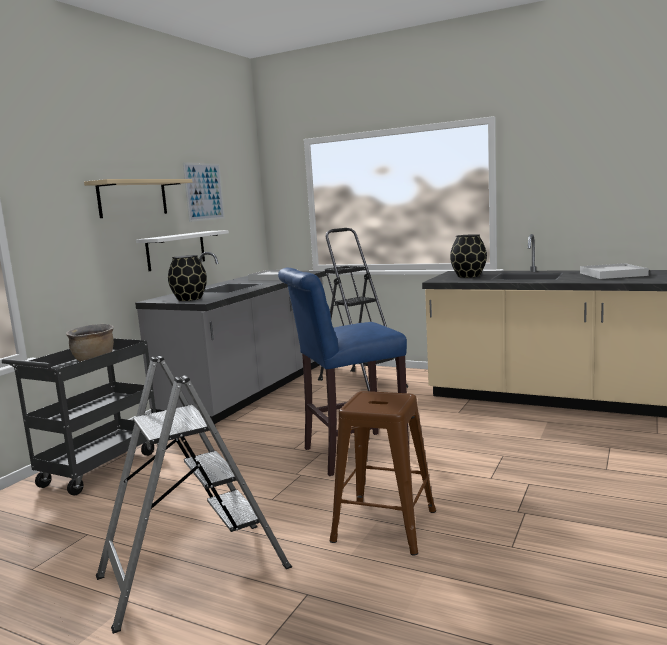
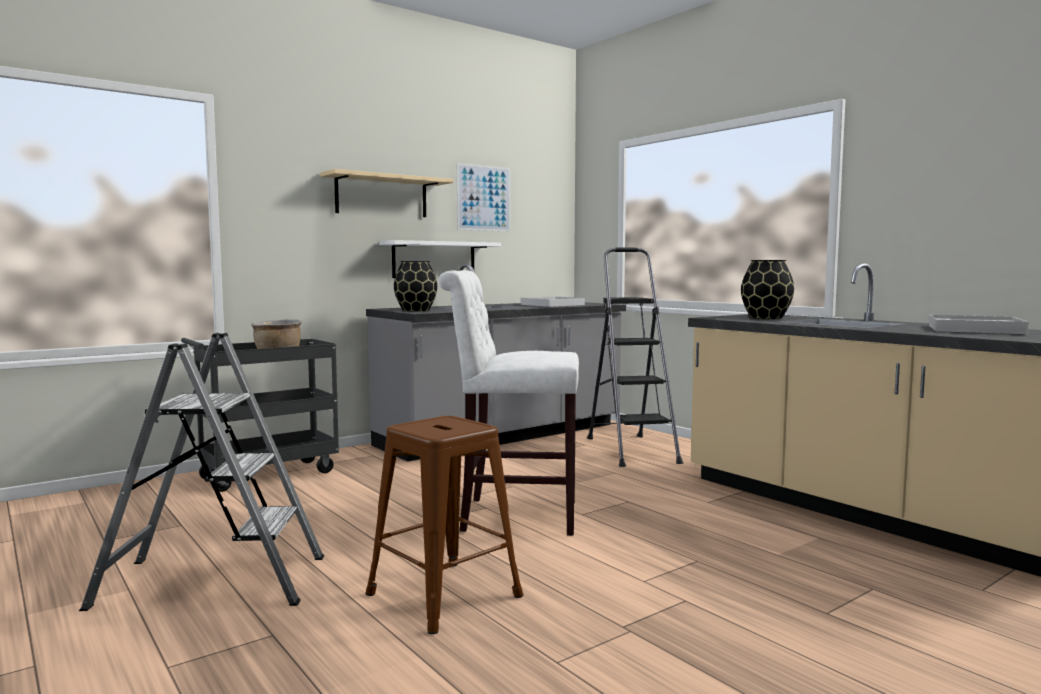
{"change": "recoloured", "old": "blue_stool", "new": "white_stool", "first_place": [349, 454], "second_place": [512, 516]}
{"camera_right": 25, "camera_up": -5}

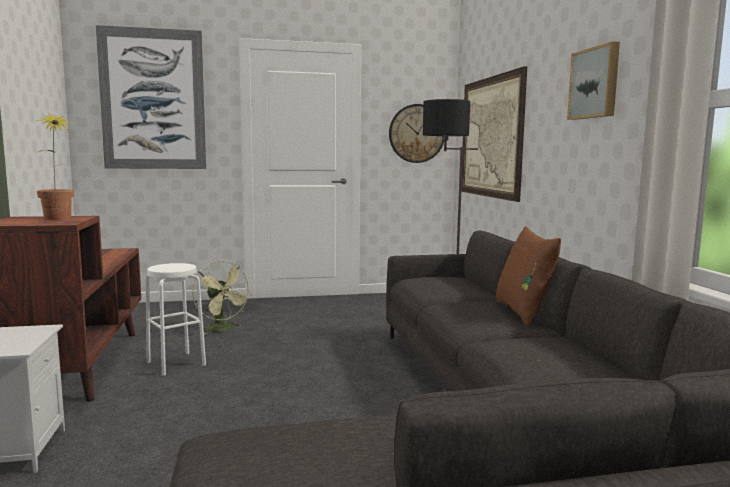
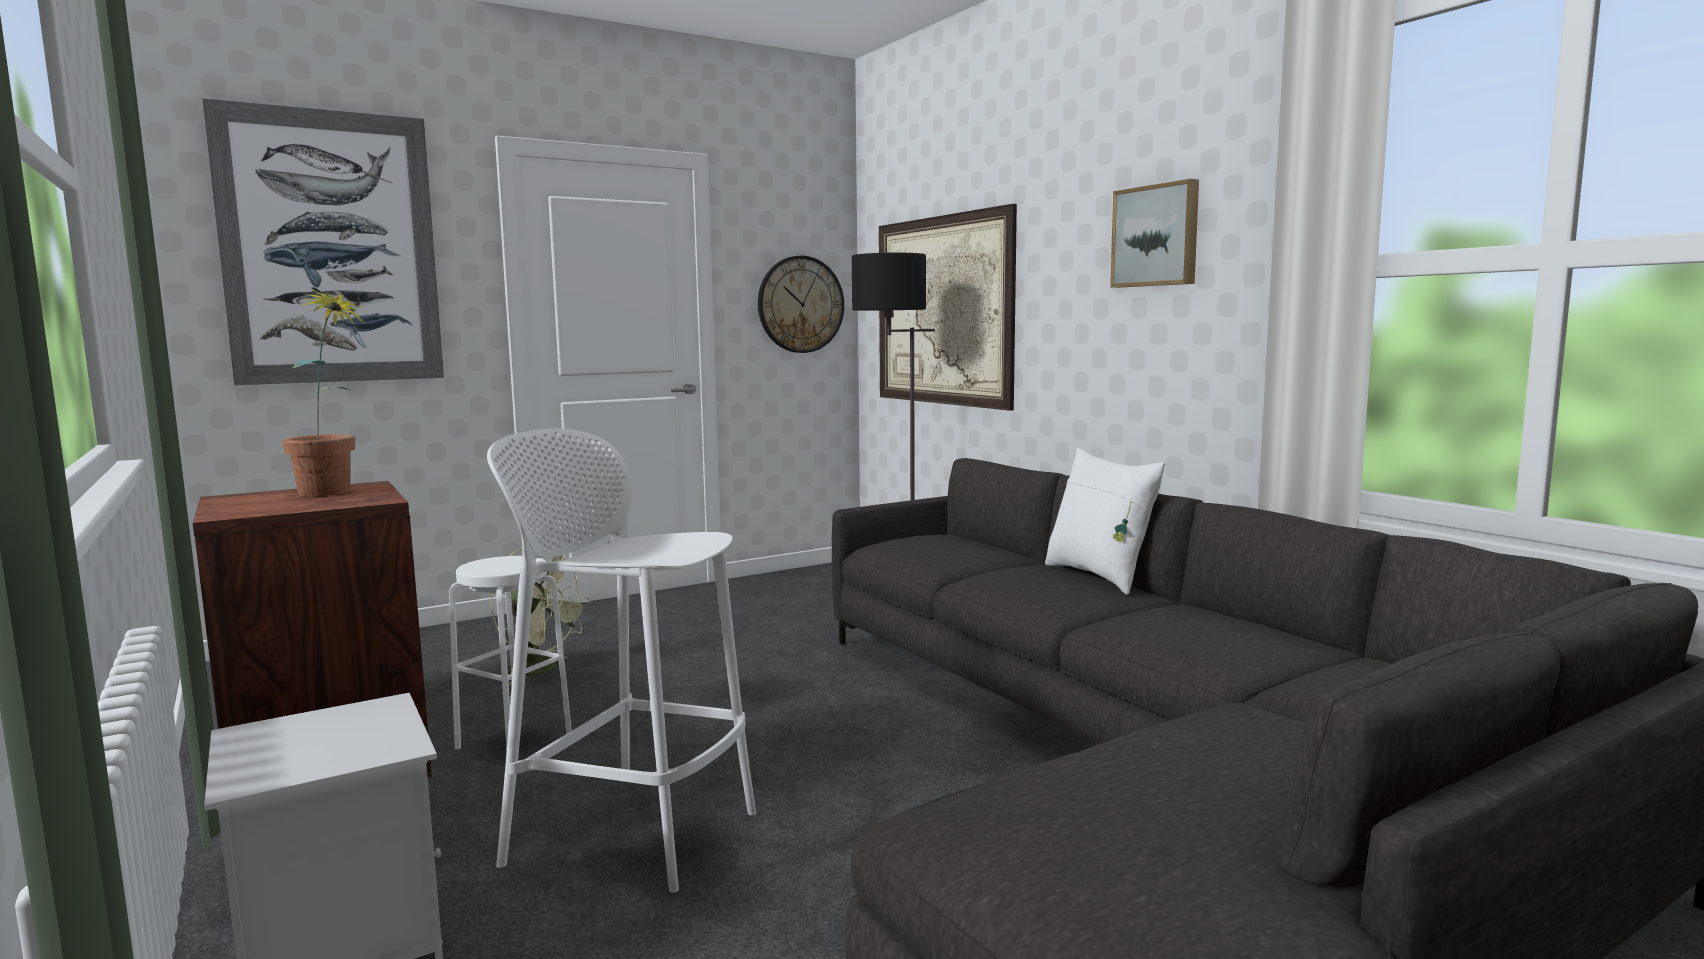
{"change": "added", "new": "white_stool", "second_place": [633, 831]}
{"change": "recoloured", "old": "brown_pillow", "new": "white_pillow", "first_place": [523, 313], "second_place": [1099, 577]}
{"camera_right": -20, "camera_up": 0}

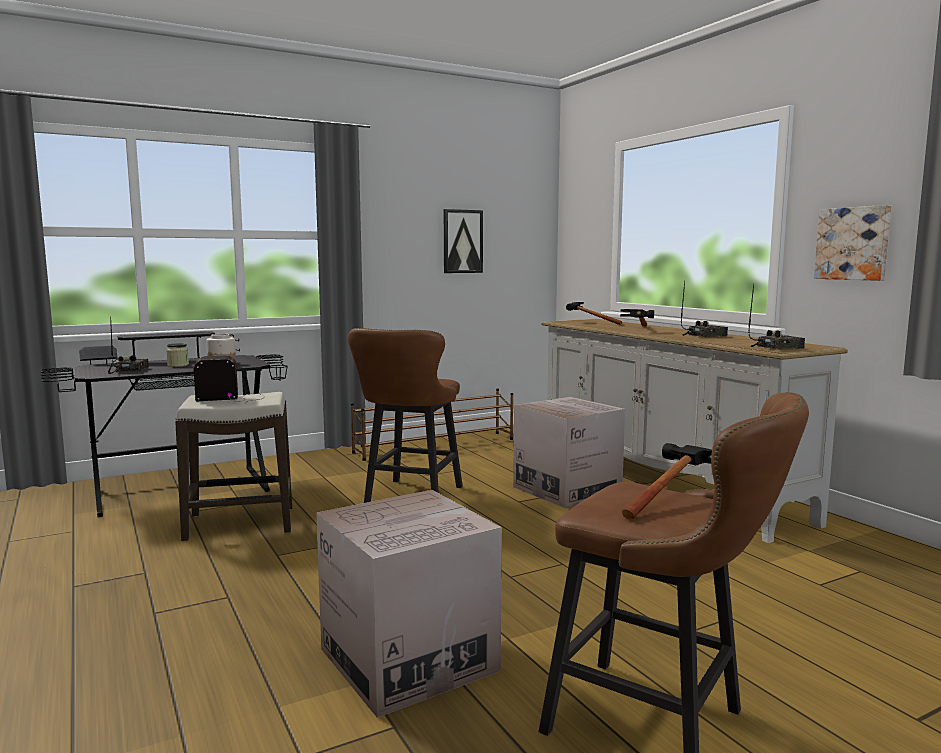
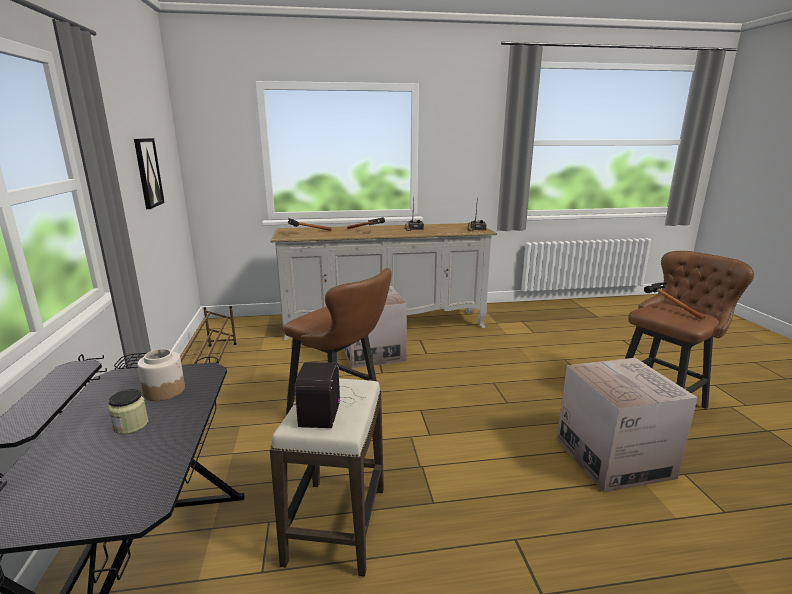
{"change": "removed", "old": "radio", "first_place": [128, 370]}
{"change": "removed", "old": "picture", "first_place": [853, 243]}
{"camera_right": -70, "camera_up": 10}

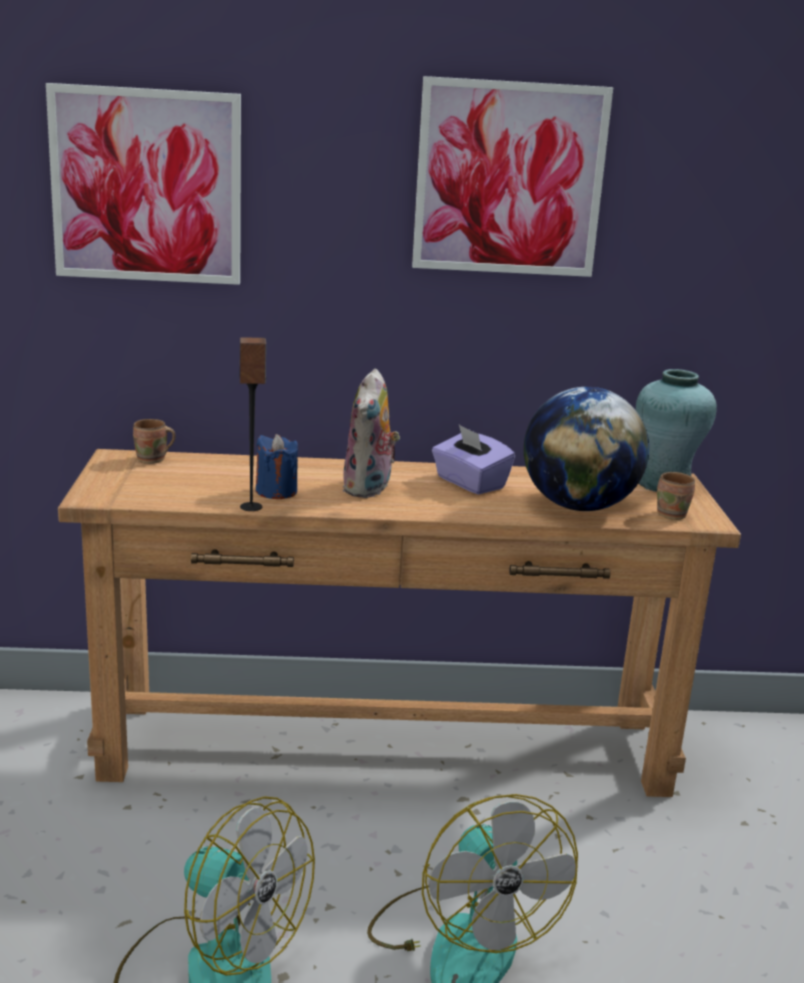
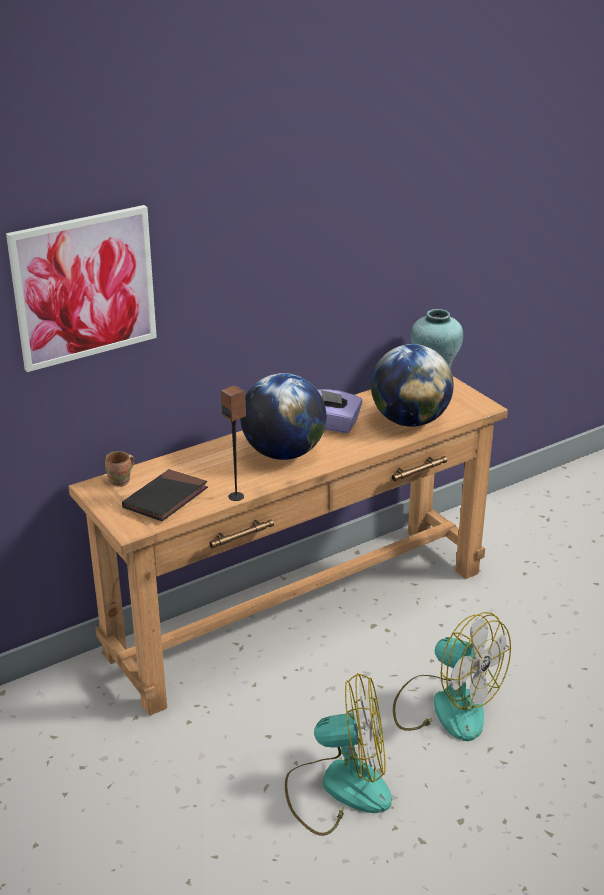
{"change": "removed", "old": "blue_candle", "first_place": [276, 491]}
{"change": "removed", "old": "picture", "first_place": [509, 178]}
{"change": "removed", "old": "brown_mug", "first_place": [673, 515]}
{"change": "added", "new": "black_book", "second_place": [165, 499]}
{"change": "replaced", "old": "plush_toy", "new": "globe", "first_place": [369, 489], "second_place": [283, 453]}
{"camera_right": -30, "camera_up": 10}

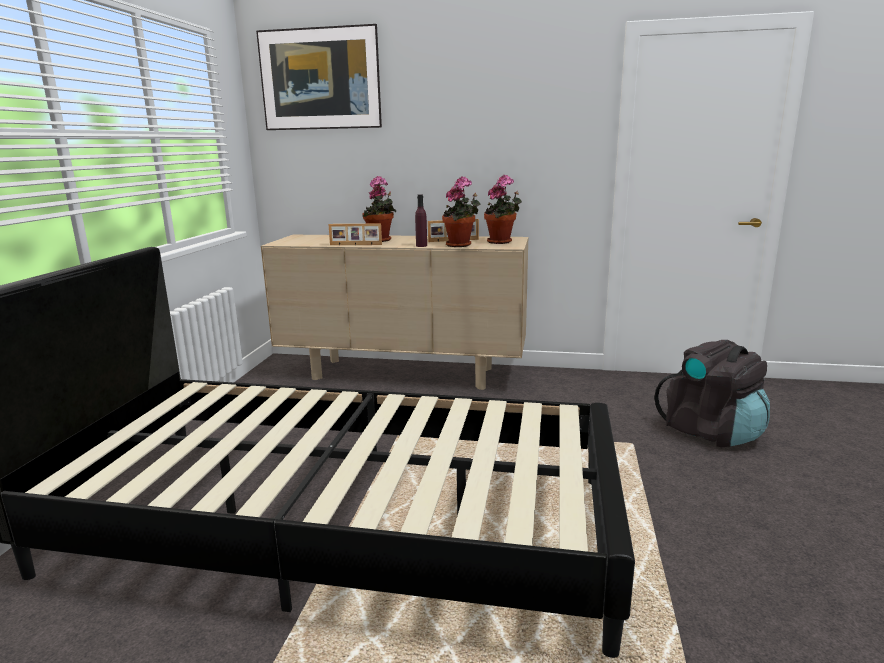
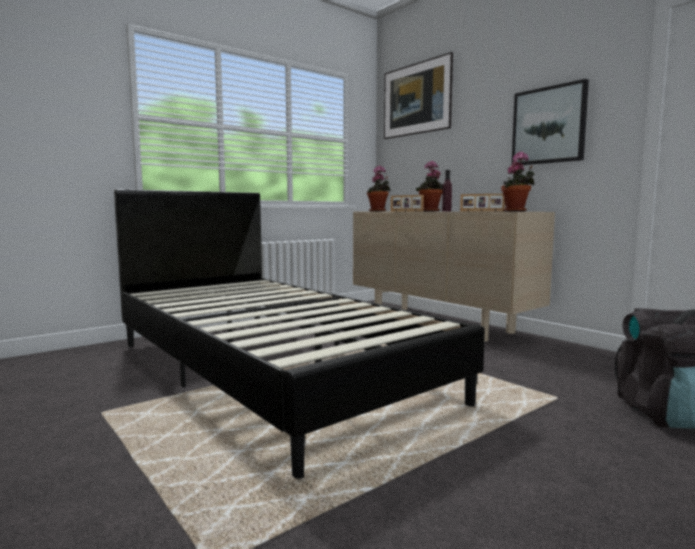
{"change": "added", "new": "picture", "second_place": [549, 125]}
{"change": "moved", "old": "potted_plant", "first_place": [461, 245], "second_place": [378, 211]}
{"camera_right": 40, "camera_up": -10}

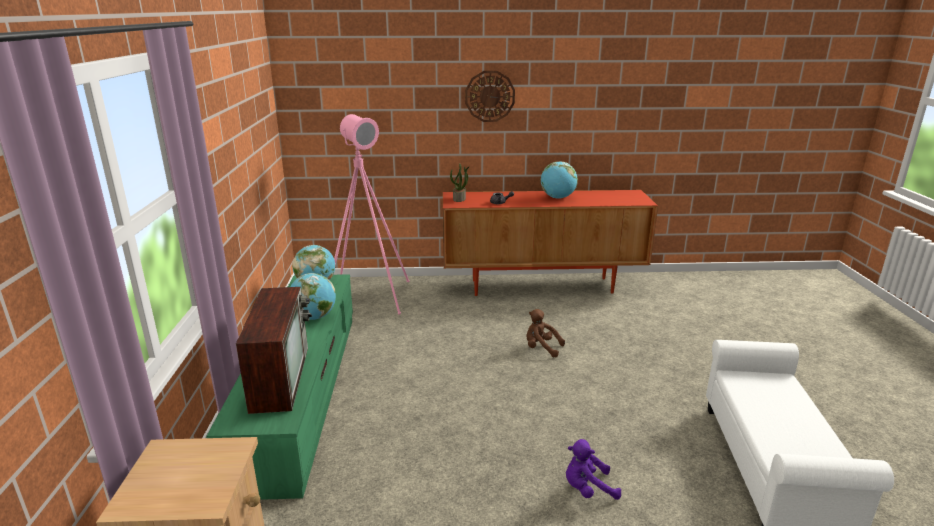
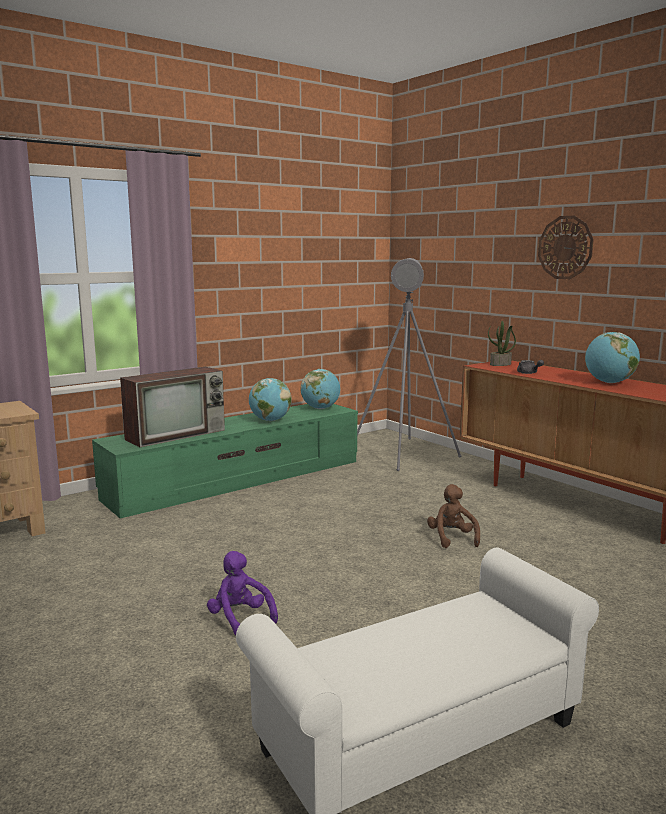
{"change": "recoloured", "old": "pink_floor_lamp", "new": "grey_floor_lamp", "first_place": [368, 297], "second_place": [404, 454]}
{"camera_right": 55, "camera_up": -10}

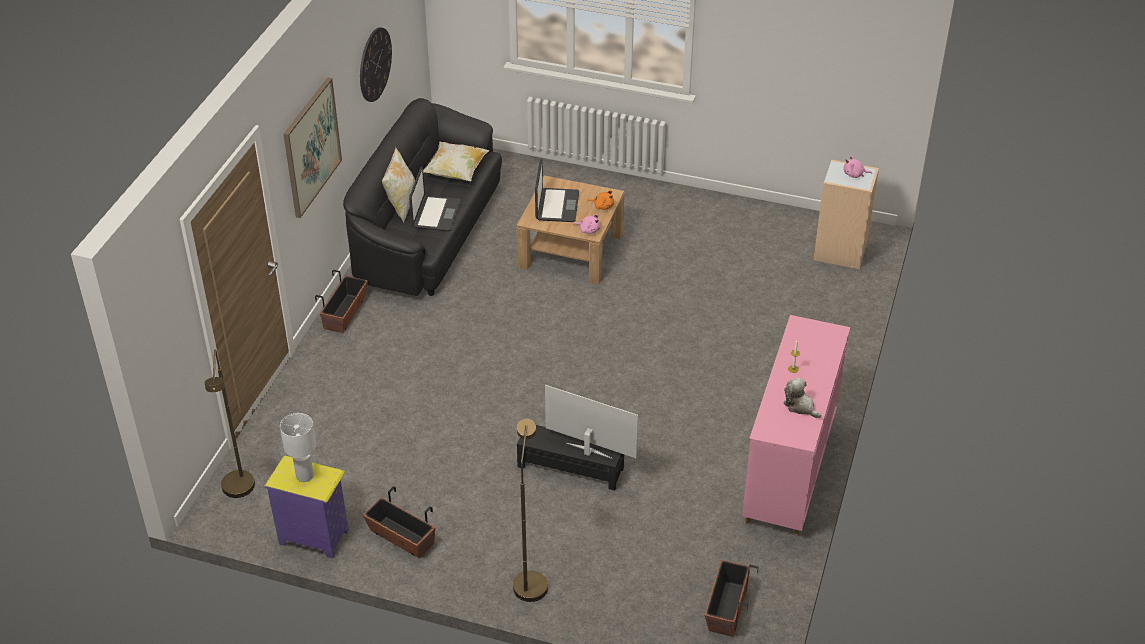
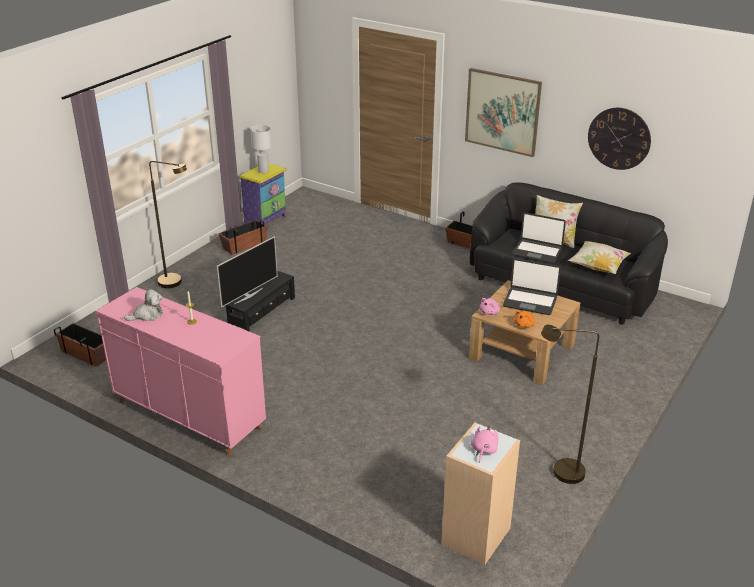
{"change": "moved", "old": "brown_floor_lamp", "first_place": [239, 492], "second_place": [559, 473]}
{"camera_right": 105, "camera_up": -10}

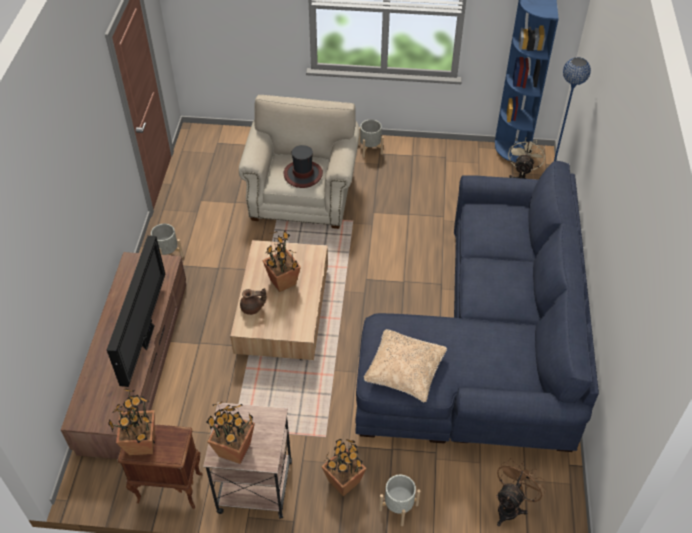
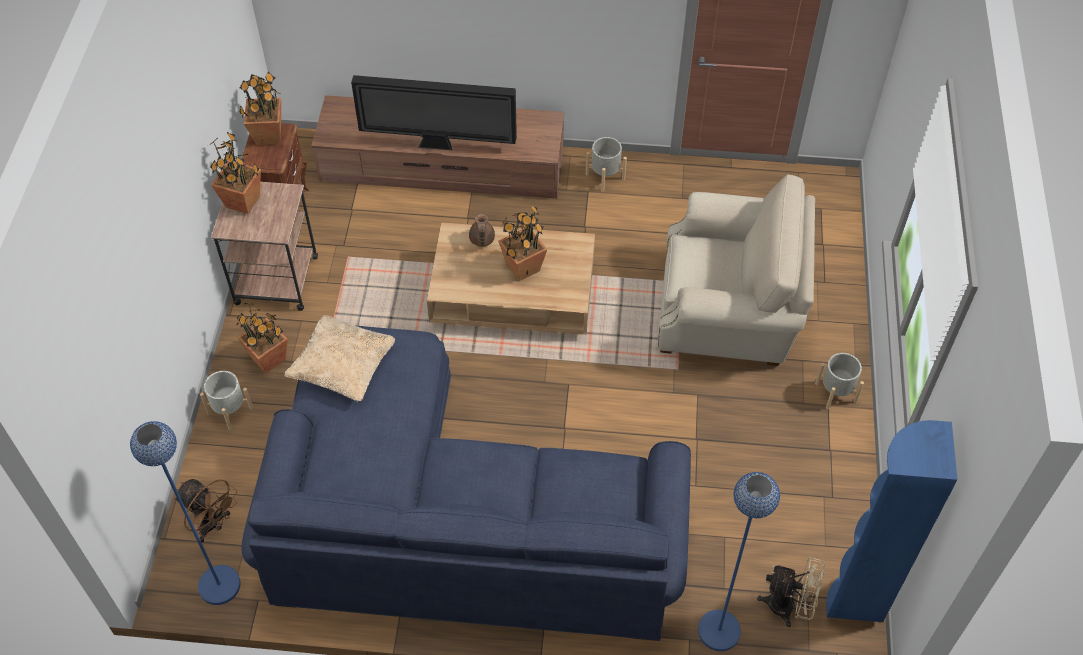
{"change": "removed", "old": "hat", "first_place": [303, 174]}
{"change": "added", "new": "blue_floor_lamp", "second_place": [219, 586]}
{"camera_right": 90, "camera_up": 5}

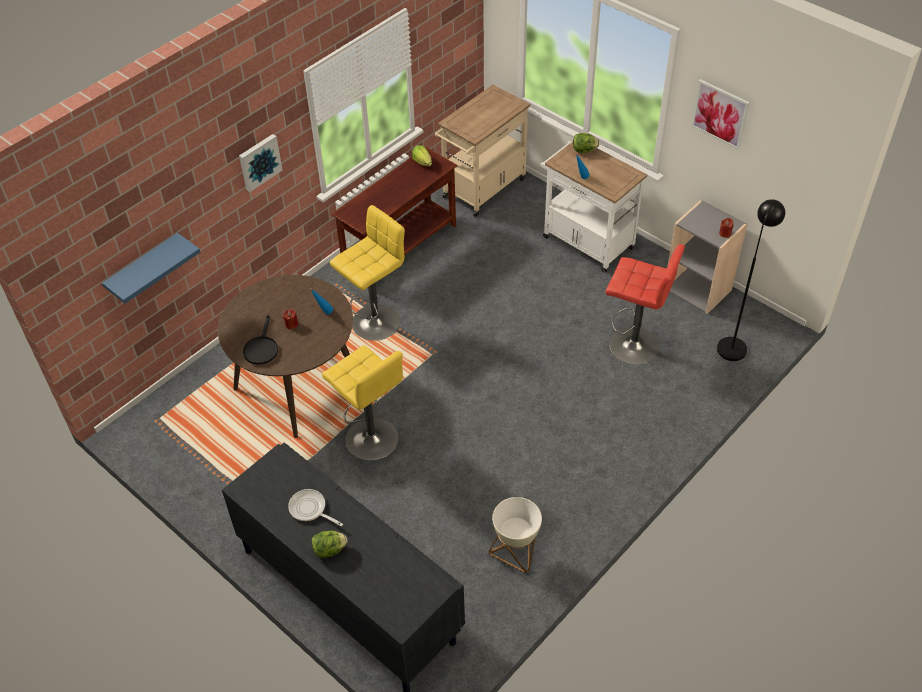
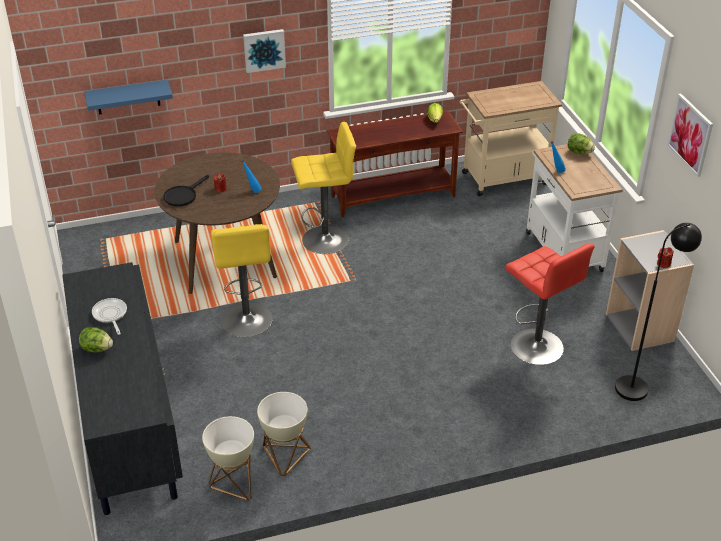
{"change": "added", "new": "planter", "second_place": [233, 483]}
{"camera_right": 30, "camera_up": -10}

